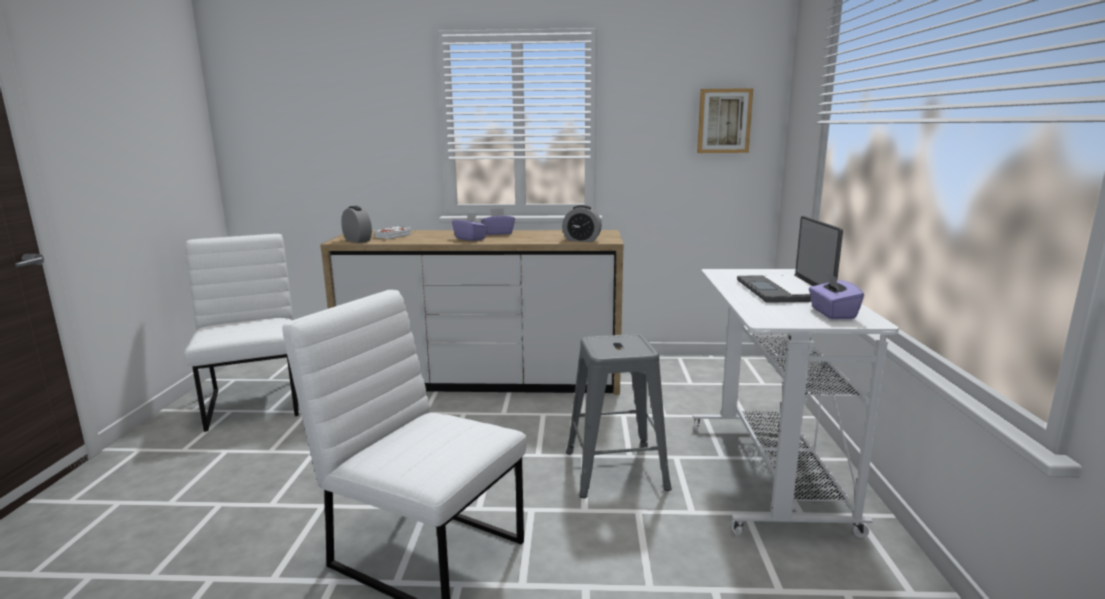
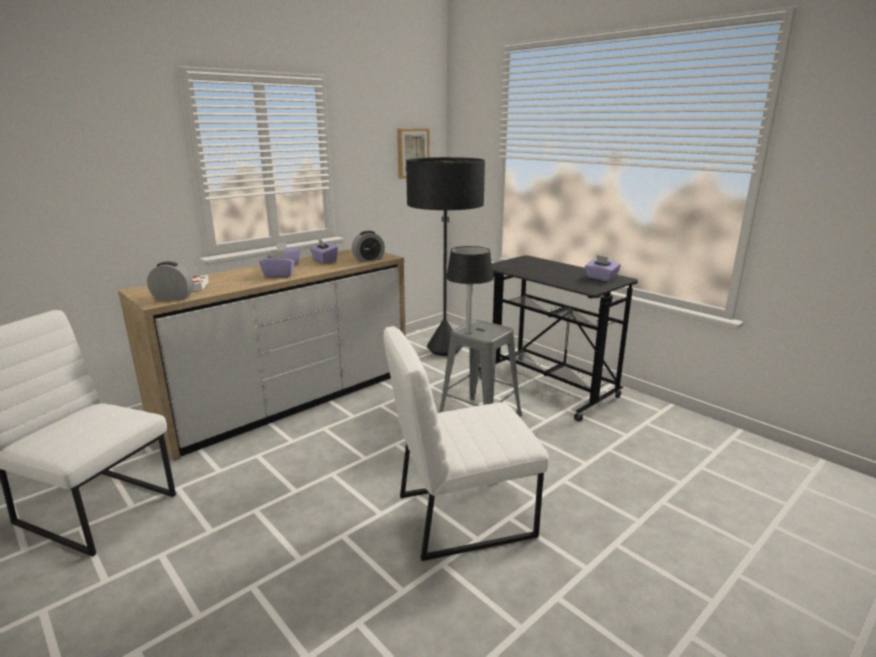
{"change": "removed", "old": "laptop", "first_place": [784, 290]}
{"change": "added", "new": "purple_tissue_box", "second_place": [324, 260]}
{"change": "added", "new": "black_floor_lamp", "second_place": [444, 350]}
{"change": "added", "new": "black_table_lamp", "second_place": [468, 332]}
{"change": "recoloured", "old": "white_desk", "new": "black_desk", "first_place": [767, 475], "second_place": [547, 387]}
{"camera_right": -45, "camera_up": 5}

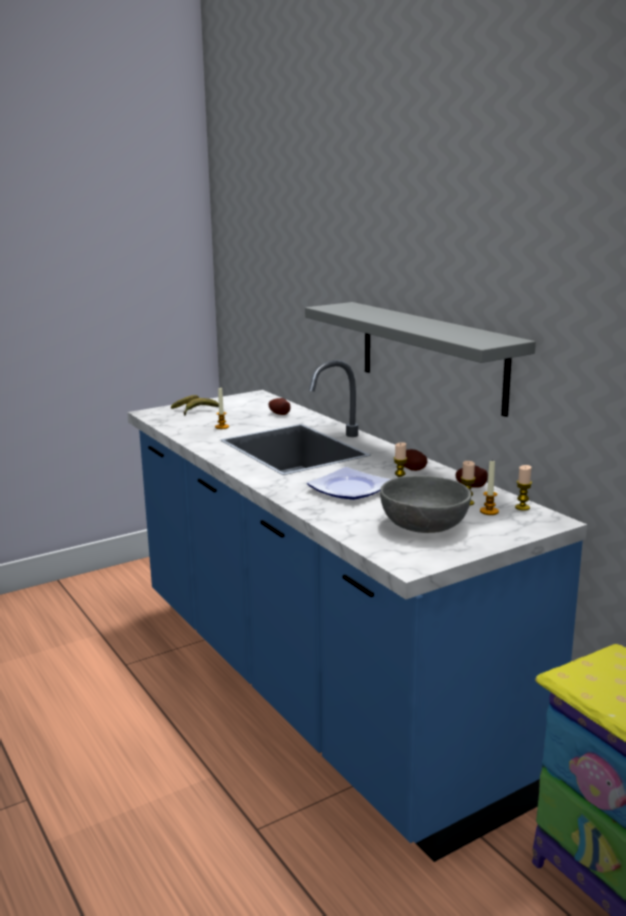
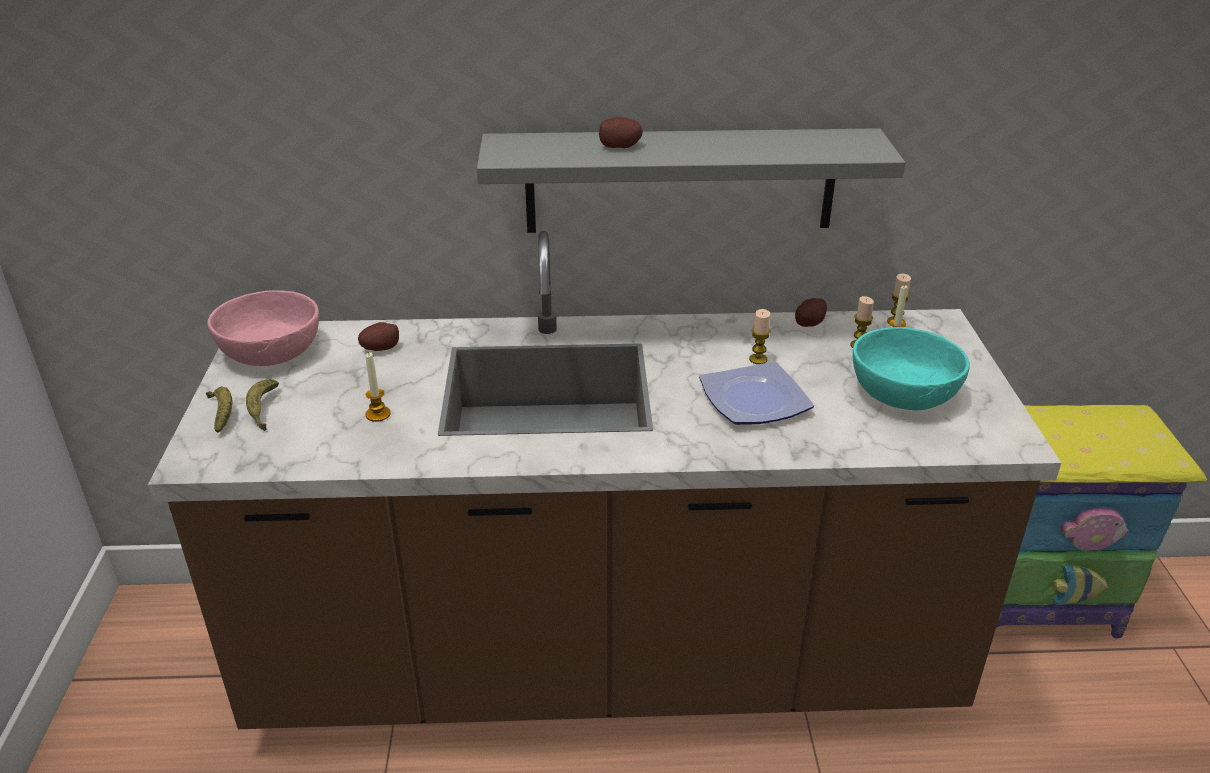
{"change": "added", "new": "pink_bowl", "second_place": [270, 350]}
{"change": "moved", "old": "potato", "first_place": [414, 469], "second_place": [620, 146]}
{"change": "recoloured", "old": "blue_counter", "new": "brown_counter", "first_place": [316, 688], "second_place": [605, 662]}
{"change": "recoloured", "old": "grey_bowl", "new": "turquoise_bowl", "first_place": [424, 523], "second_place": [903, 392]}
{"camera_right": -60, "camera_up": 15}

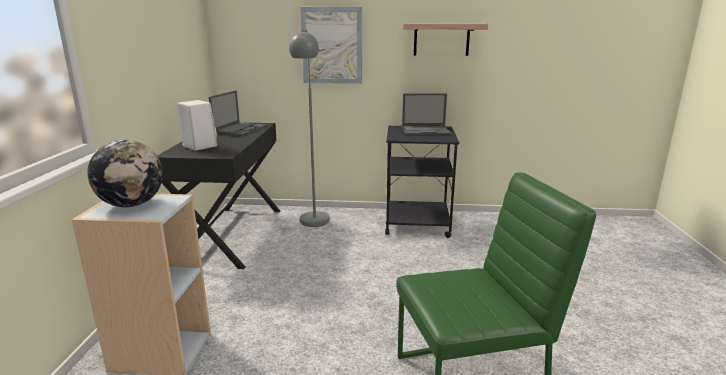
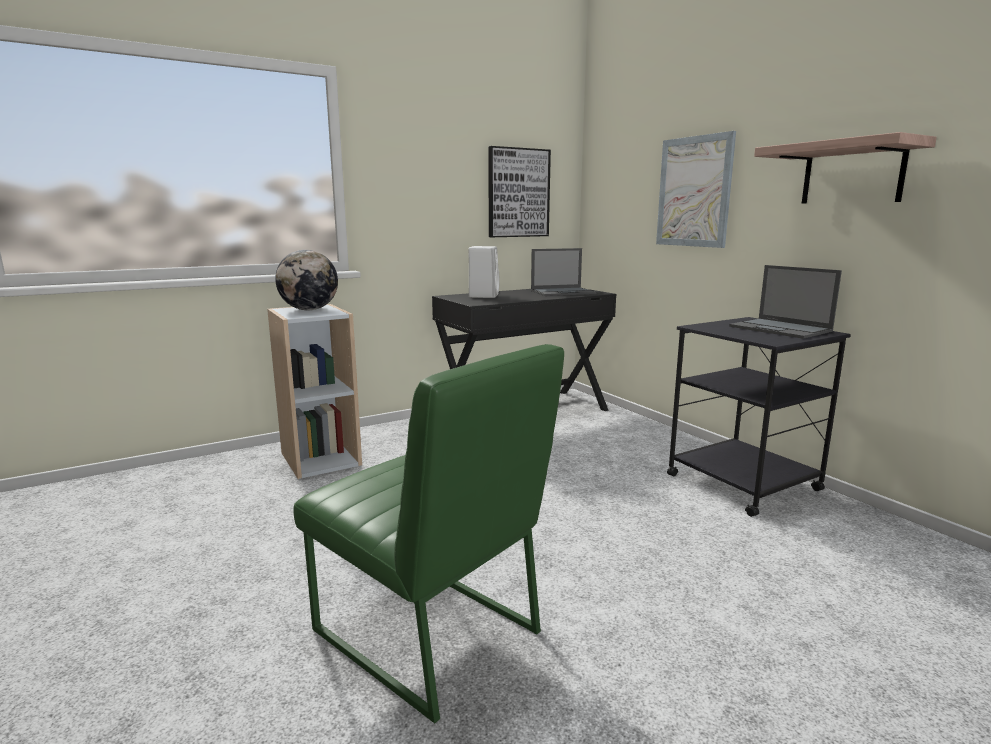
{"change": "removed", "old": "grey_floor_lamp", "first_place": [313, 224]}
{"change": "added", "new": "picture", "second_place": [518, 193]}
{"camera_right": 55, "camera_up": -5}

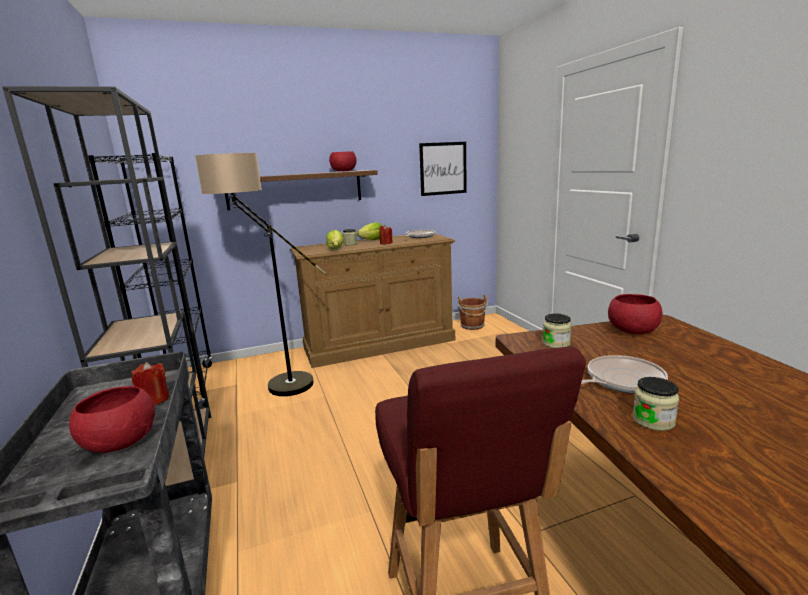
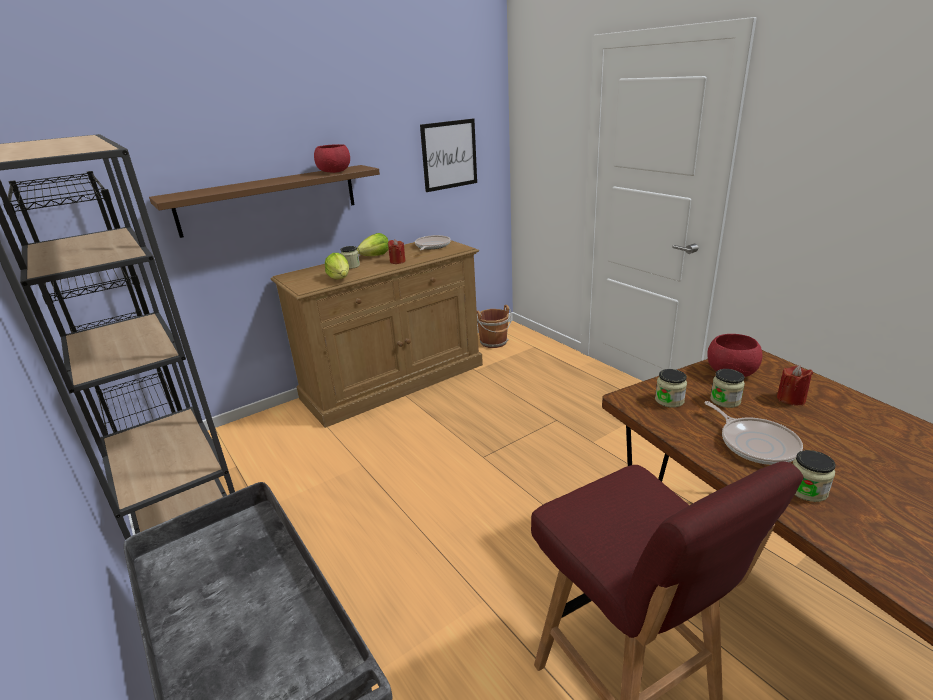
{"change": "removed", "old": "red_bowl", "first_place": [121, 442]}
{"change": "removed", "old": "floor_lamp", "first_place": [275, 383]}
{"change": "added", "new": "jar", "second_place": [725, 400]}
{"change": "moved", "old": "red_candle", "first_place": [154, 400], "second_place": [791, 399]}
{"change": "turned", "old": "frying_pan", "first_place": [621, 381], "second_place": [755, 443], "degrees": 105}
{"camera_right": -15, "camera_up": 10}

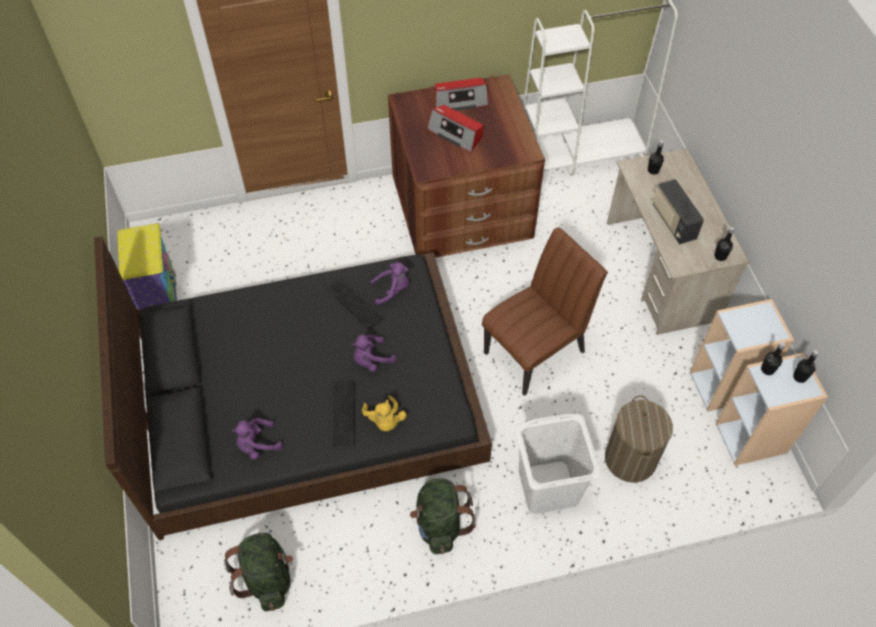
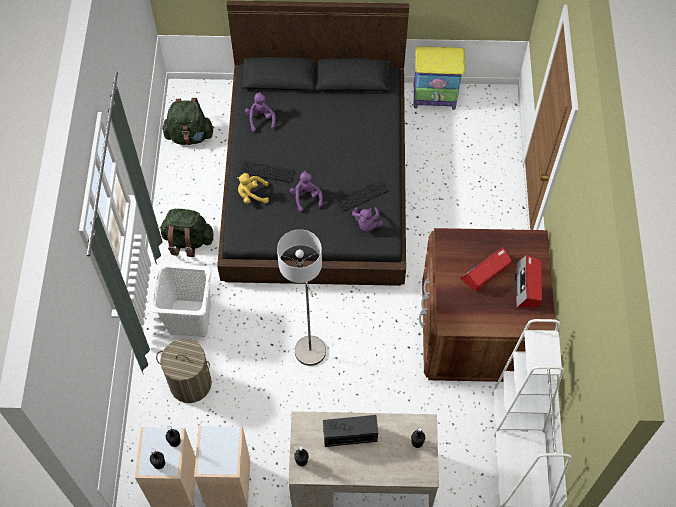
{"change": "replaced", "old": "brown_chair", "new": "grey_floor_lamp", "first_place": [534, 353], "second_place": [306, 343]}
{"camera_right": 105, "camera_up": 5}

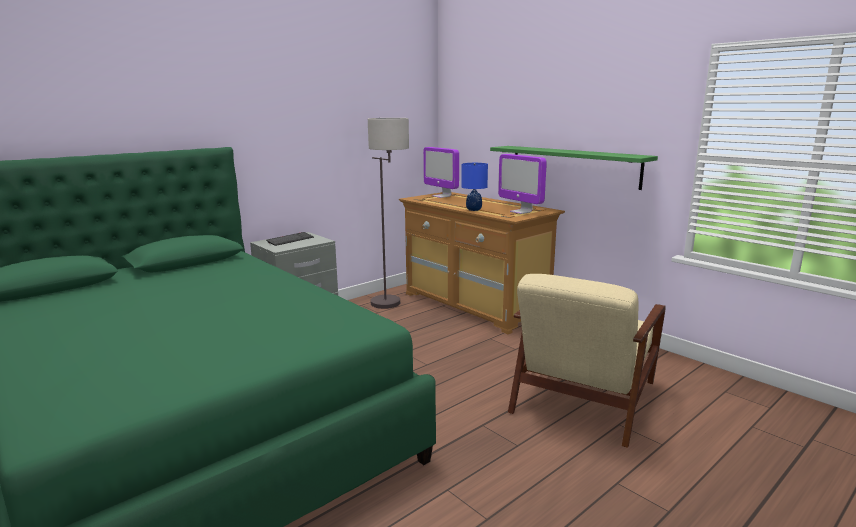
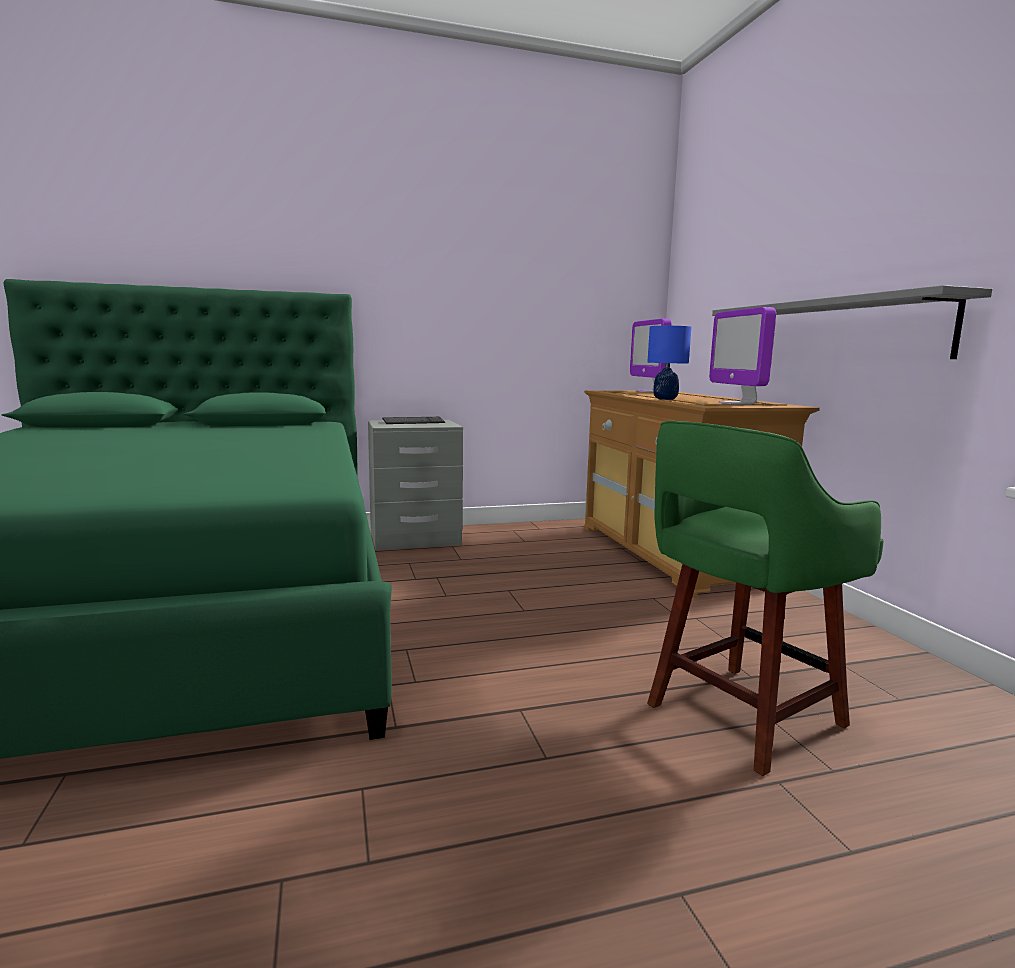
{"change": "removed", "old": "grey_floor_lamp", "first_place": [390, 305]}
{"change": "replaced", "old": "beige_armchair", "new": "green_stool", "first_place": [582, 398], "second_place": [738, 717]}
{"change": "recoloured", "old": "green_shelf", "new": "grey_shelf", "first_place": [573, 166], "second_place": [839, 330]}
{"camera_right": 25, "camera_up": -5}

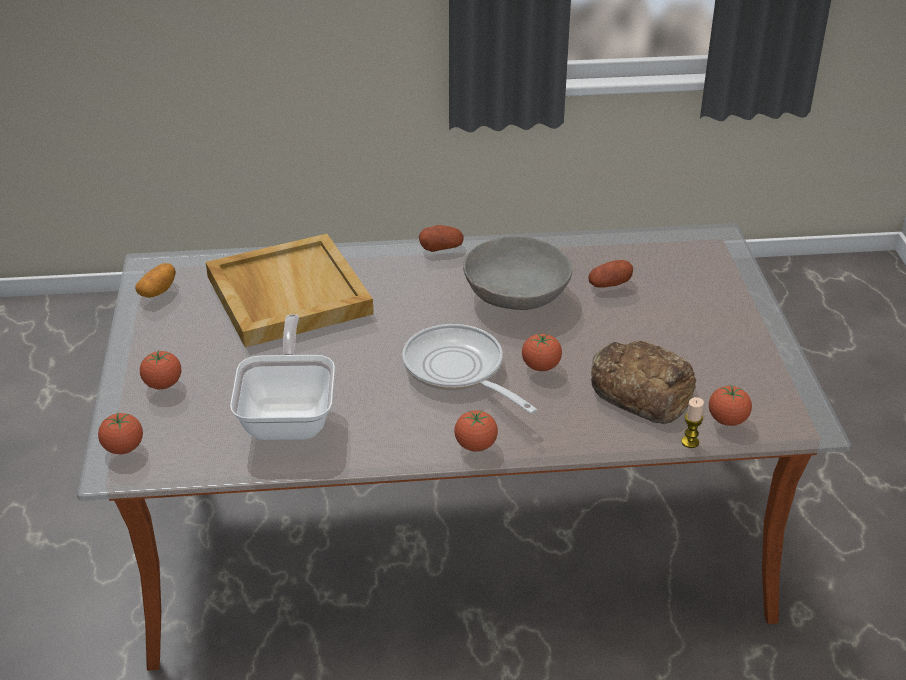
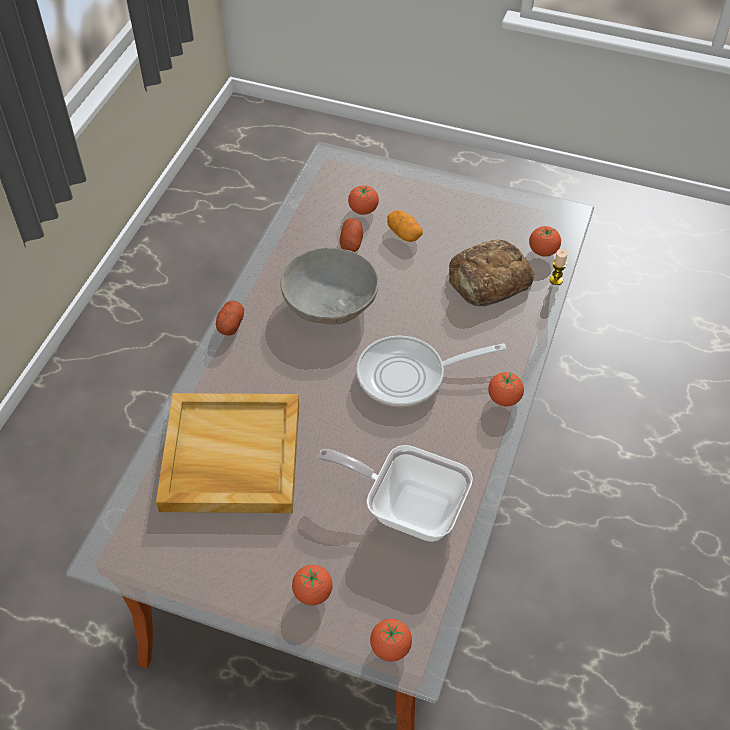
{"change": "moved", "old": "potato", "first_place": [158, 291], "second_place": [404, 234]}
{"change": "moved", "old": "tomato", "first_place": [541, 366], "second_place": [363, 210]}
{"camera_right": -65, "camera_up": 15}

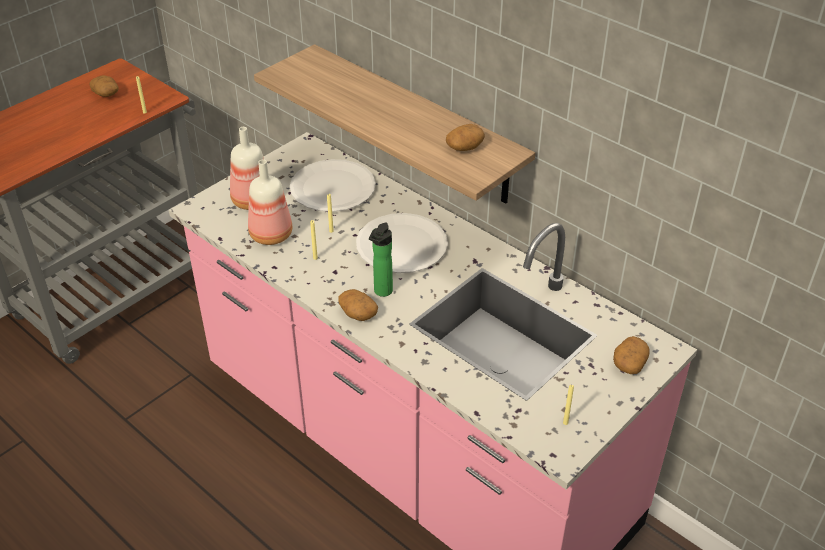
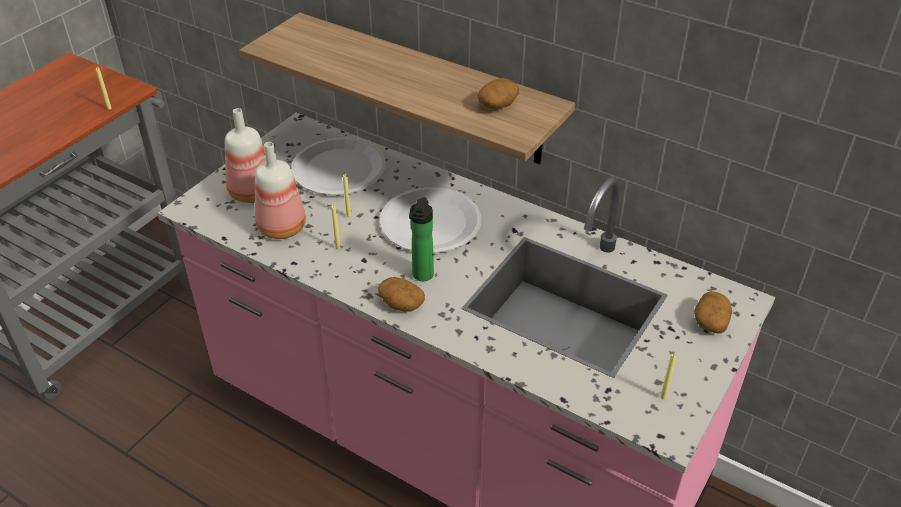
{"change": "removed", "old": "potato", "first_place": [106, 94]}
{"camera_right": -10, "camera_up": 0}

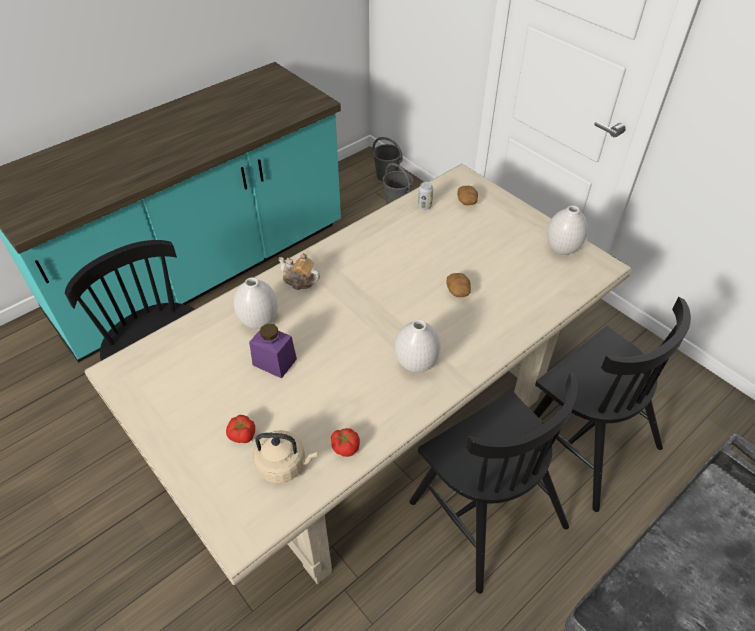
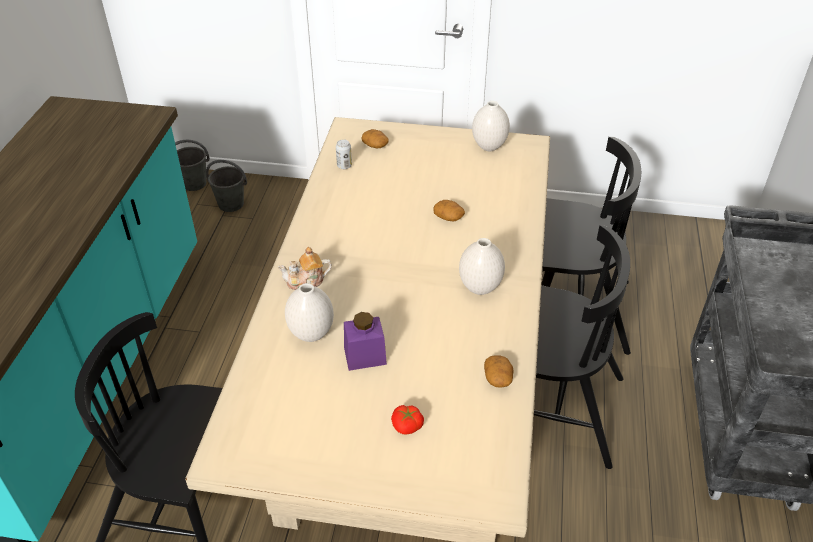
{"change": "removed", "old": "beige_kettle", "first_place": [284, 465]}
{"change": "replaced", "old": "tomato", "new": "potato", "first_place": [345, 446], "second_place": [498, 378]}
{"camera_right": -40, "camera_up": -5}

